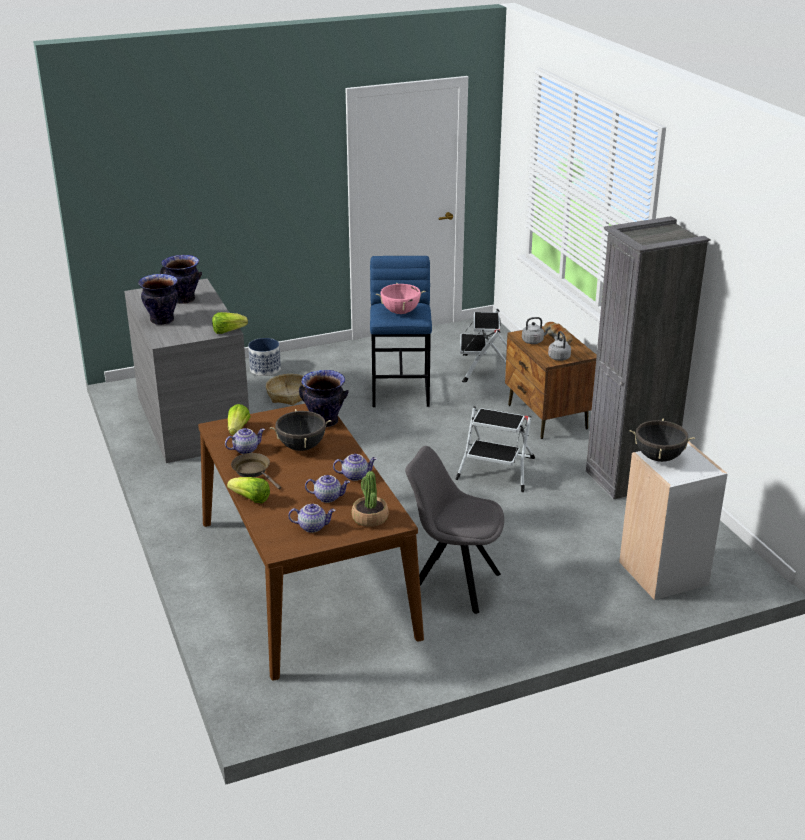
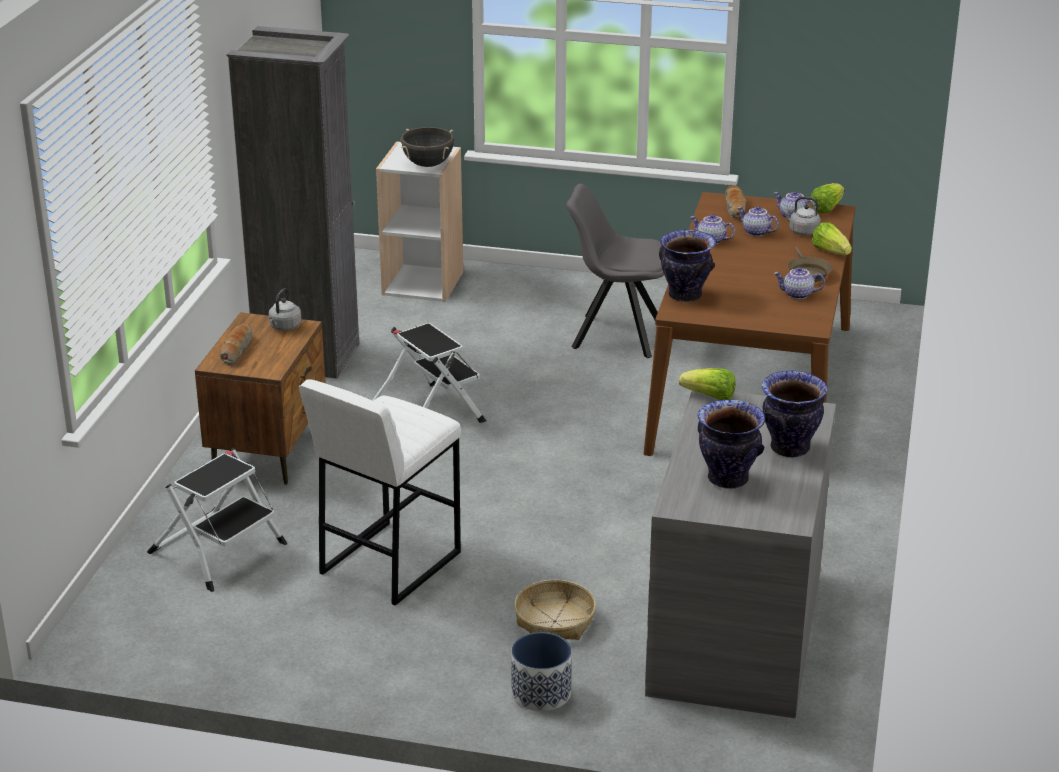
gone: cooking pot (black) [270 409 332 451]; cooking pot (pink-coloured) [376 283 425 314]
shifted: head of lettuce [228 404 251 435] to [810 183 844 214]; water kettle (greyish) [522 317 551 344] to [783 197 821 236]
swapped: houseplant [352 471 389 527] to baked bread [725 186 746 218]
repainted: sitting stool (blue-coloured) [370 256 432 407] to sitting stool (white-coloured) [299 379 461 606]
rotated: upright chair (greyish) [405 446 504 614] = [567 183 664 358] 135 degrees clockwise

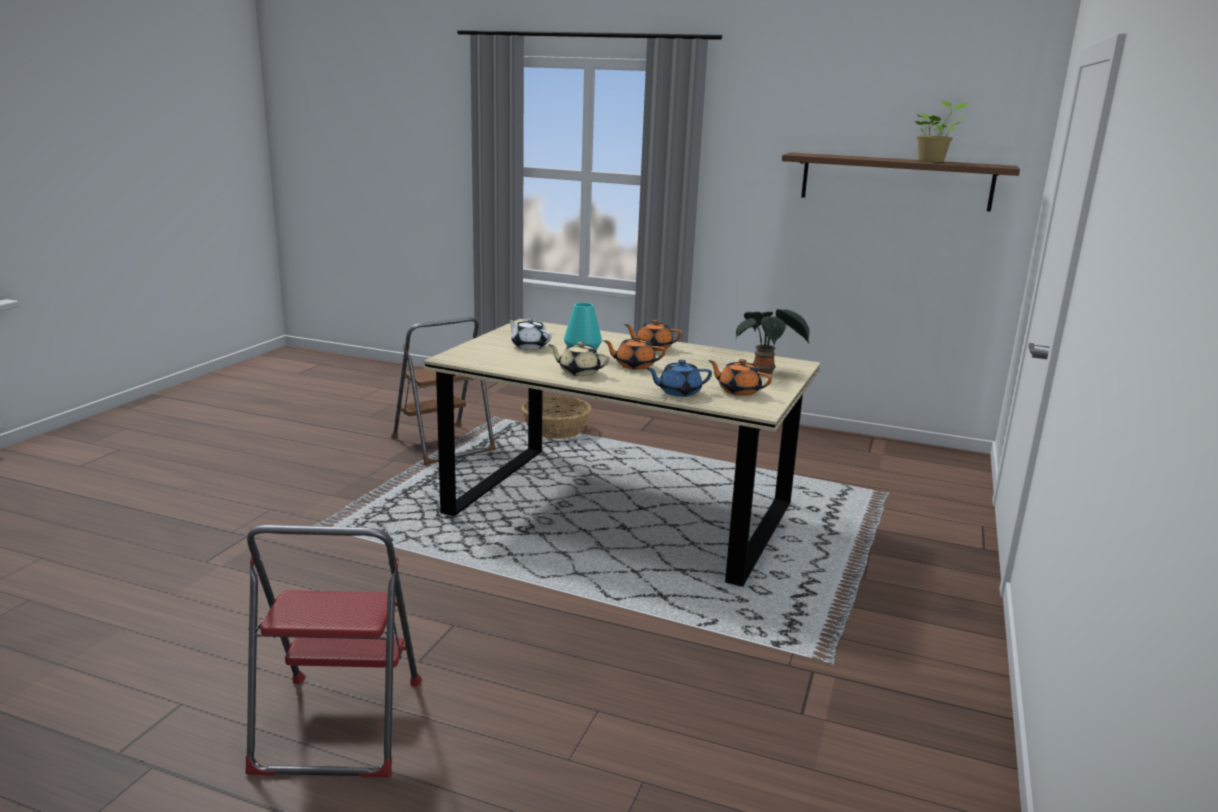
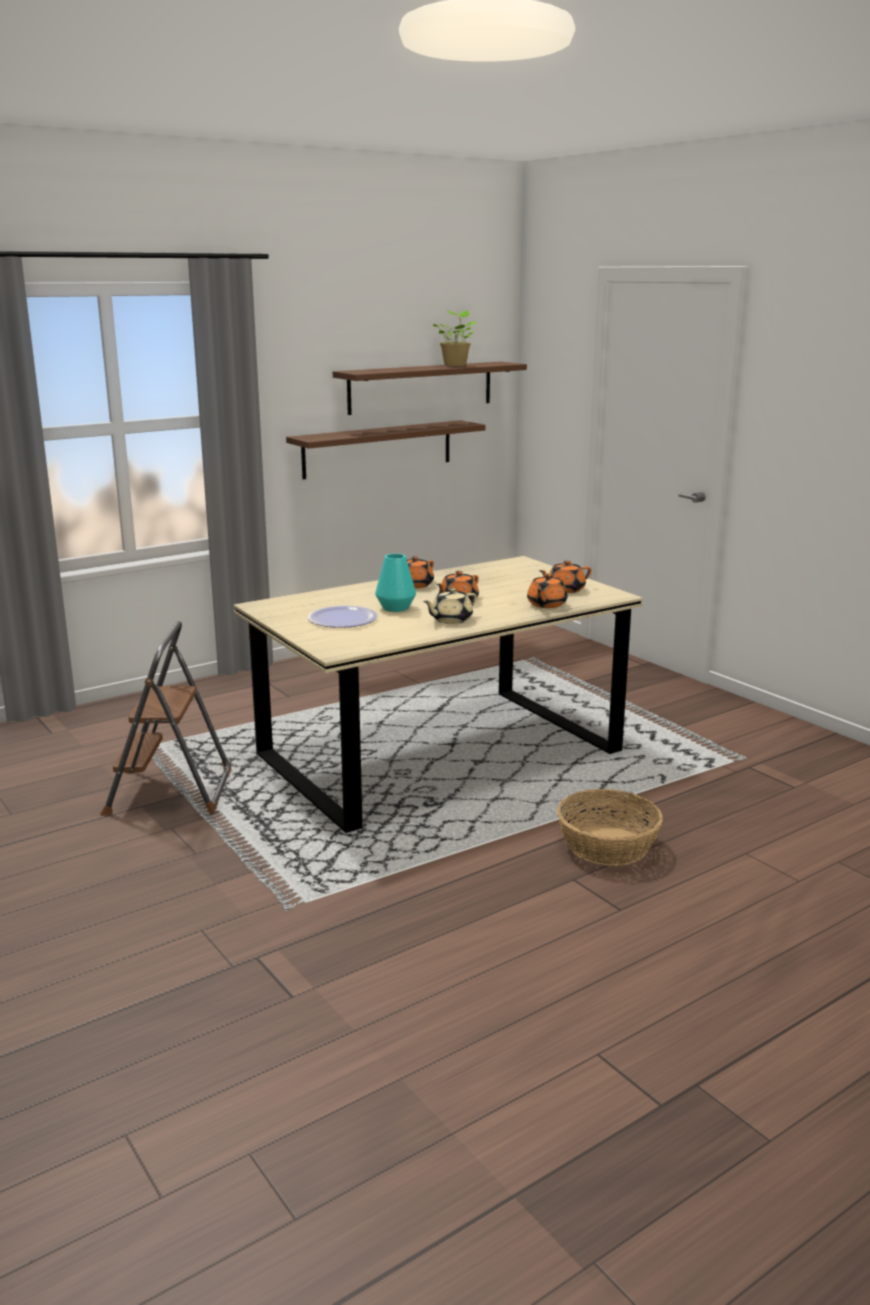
gone: step ladder (reddish) [245 525 422 778]; houseplant [735 309 810 374]
new: bracket shelf (brownish) [286 420 486 479]
shifted: storage basket [522 395 591 439] to [557 789 663 866]
swapped: pot for tea (white-coloured) [508 318 552 350] to plate [308 606 378 628]
repainted: pot for tea (blue-coloured) [646 360 712 397] to pot for tea (orange-coloured) [527 574 567 608]

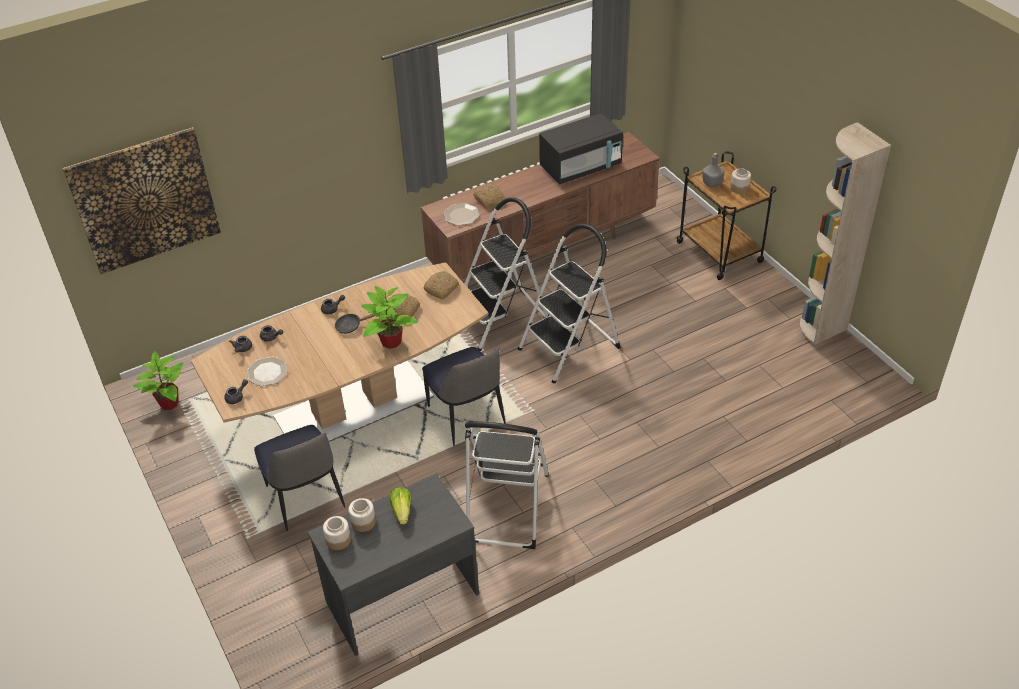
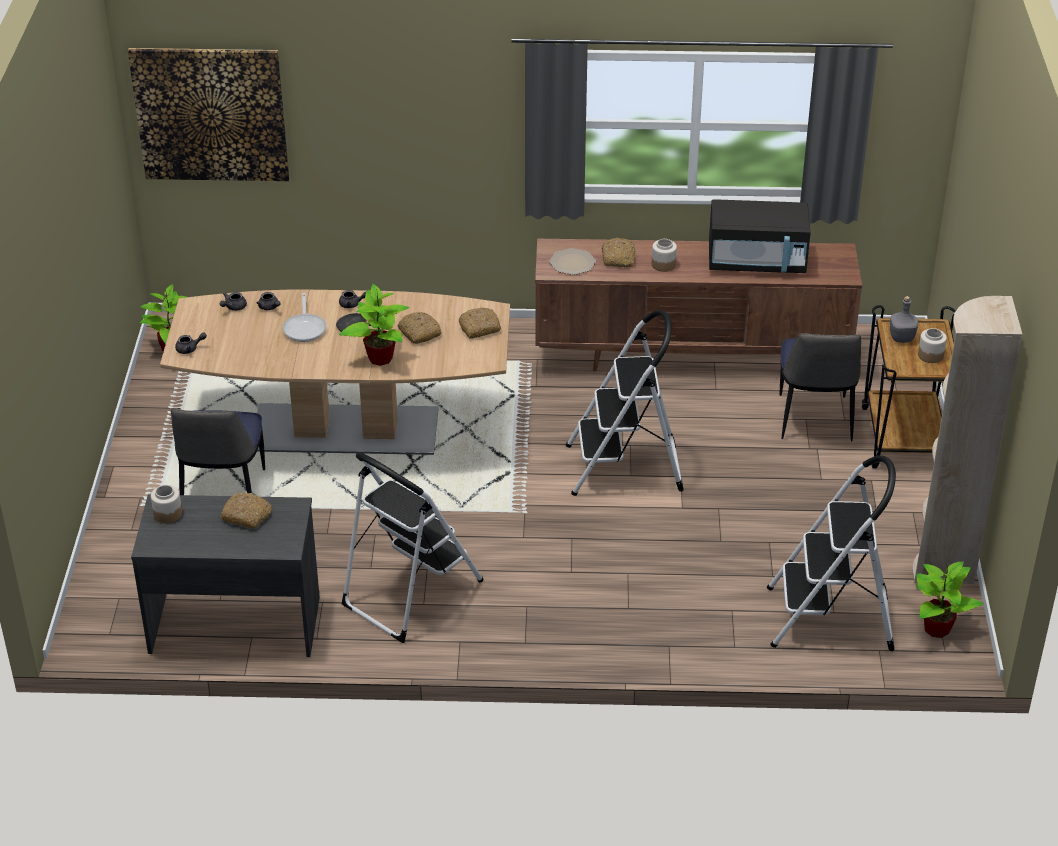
gone: plate [247 356 288 386]
new: pan [282 293 326 342]; houseplant [916 561 984 638]
shifted: storage jar [348 498 376 532] to [652 239 677 272]; upright chair [422 347 506 446] to [780 333 861 441]; step ladder [464 197 548 351] to [767 455 896 651]
swapped: head of lettuce [390 487 412 525] to baked bread [221 492 272 529]

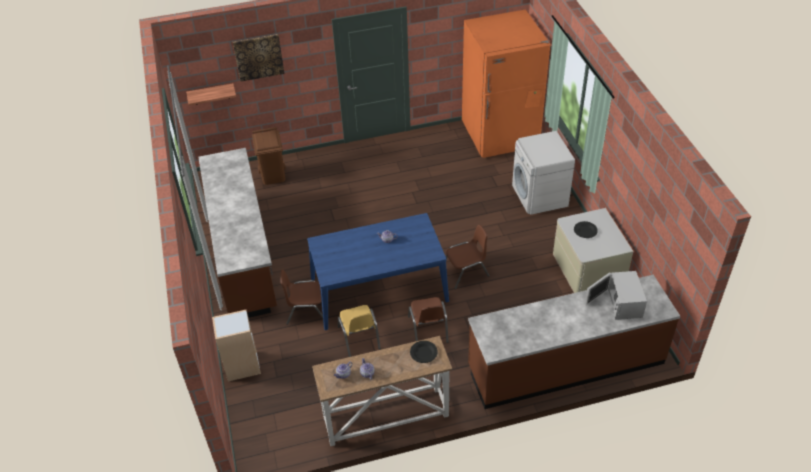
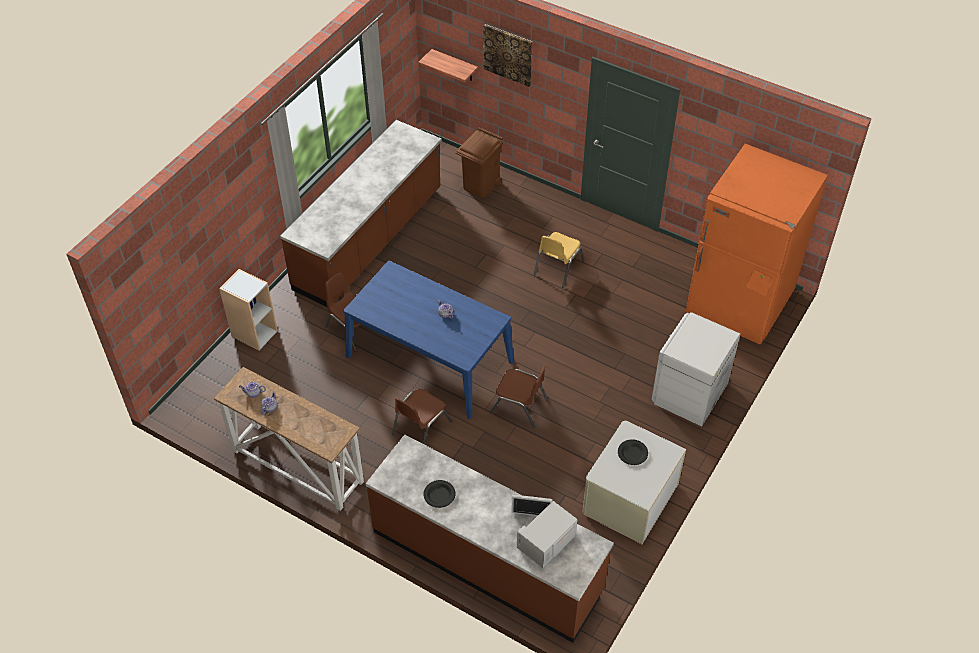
shifted: upright chair (yellowish) [338 305 381 357] to [533 232 584 288]; plate (black) [410 341 438 363] to [423 480 455 508]

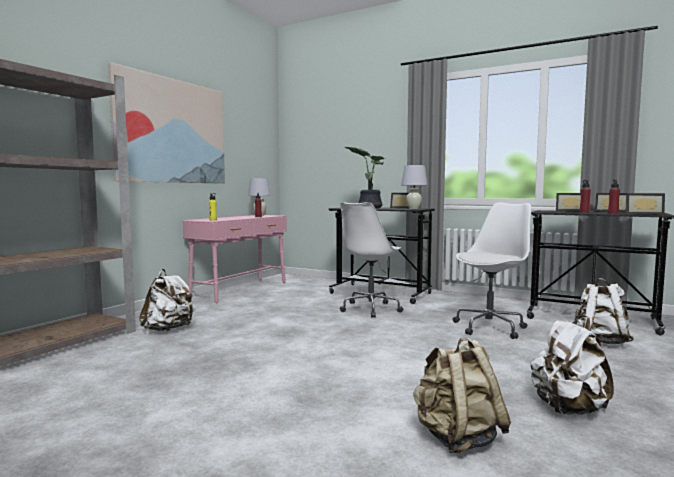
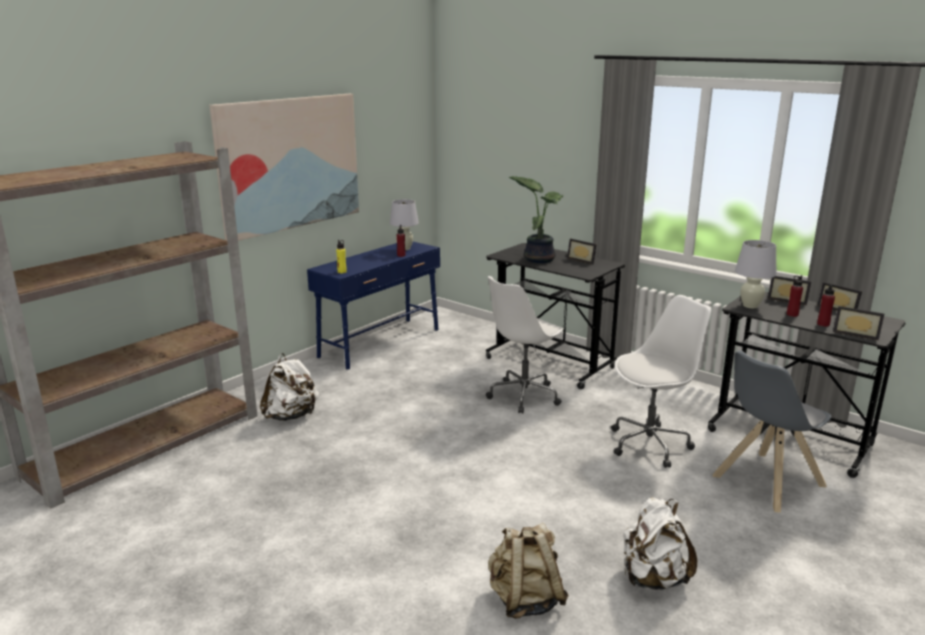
shifted: lamp for a table (white-coloured) [401 165 427 209] to [735 240 776 308]
swapped: knapsack (white-coloured) [574 278 634 344] to upright chair (greyish) [713 350 832 513]
repainted: hall table (pink-coloured) [183 215 287 303] to hall table (blue-coloured) [307 242 440 370]

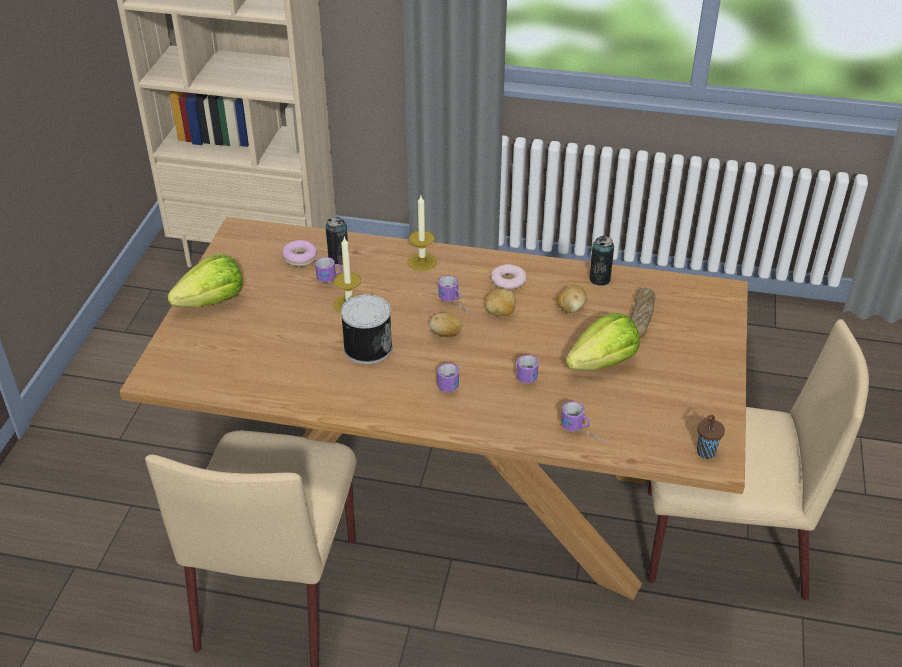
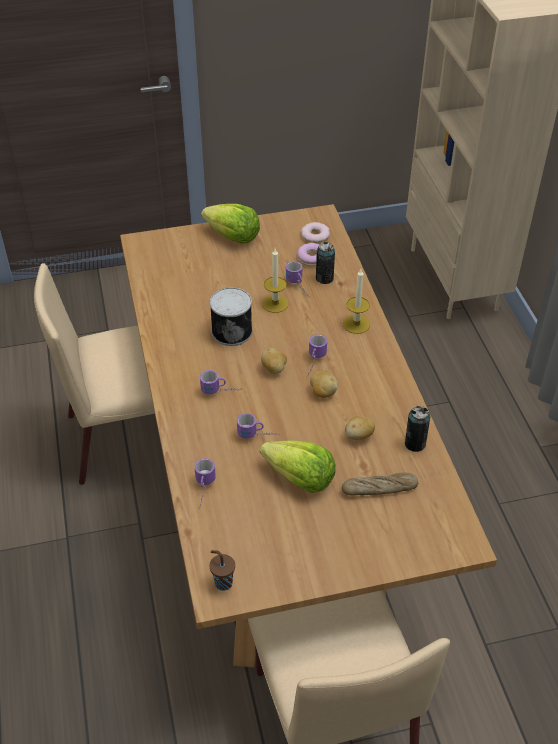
shifted: ring doughnut [491 264 527 290] to [301 222 330 243]

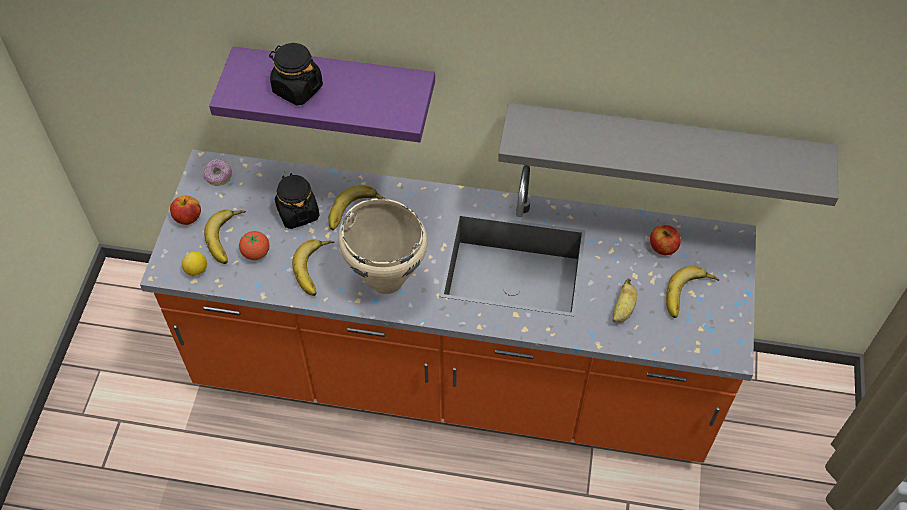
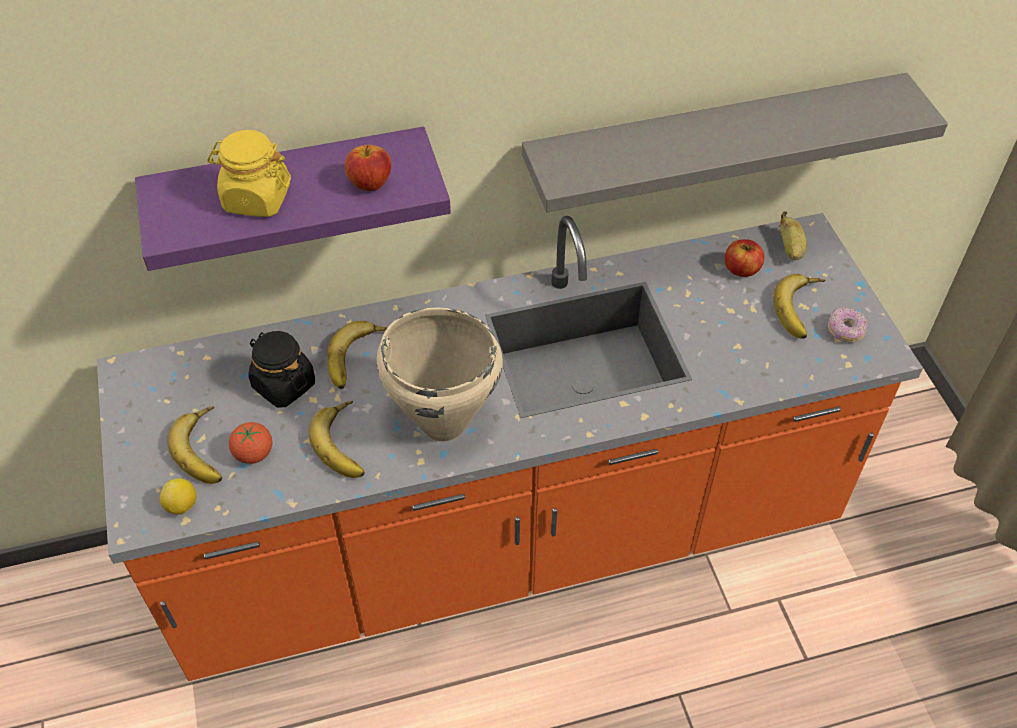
shifted: apple fruit [170 196 201 225] to [345 145 391 191]; ring doughnut [203 159 232 186] to [828 307 867 343]; banana fruit [613 278 637 322] to [780 211 807 260]
repainted: storage jar (black) [269 43 323 106] to storage jar (yellowish) [207 130 291 217]

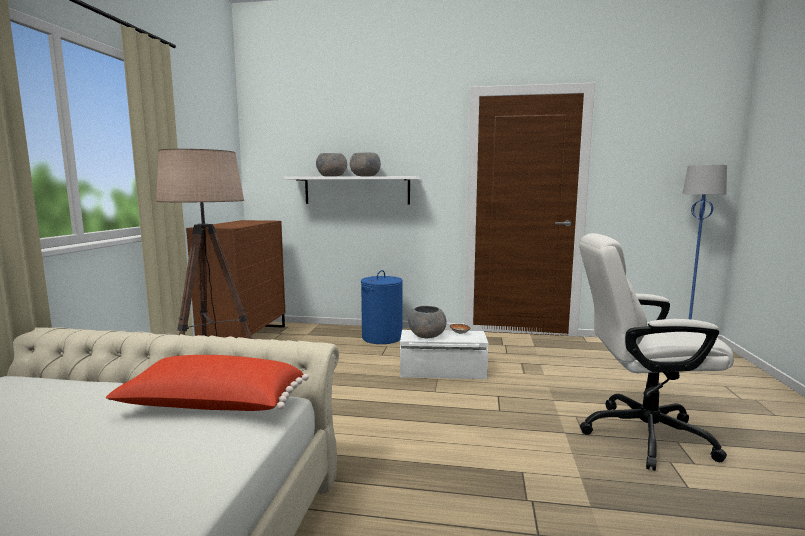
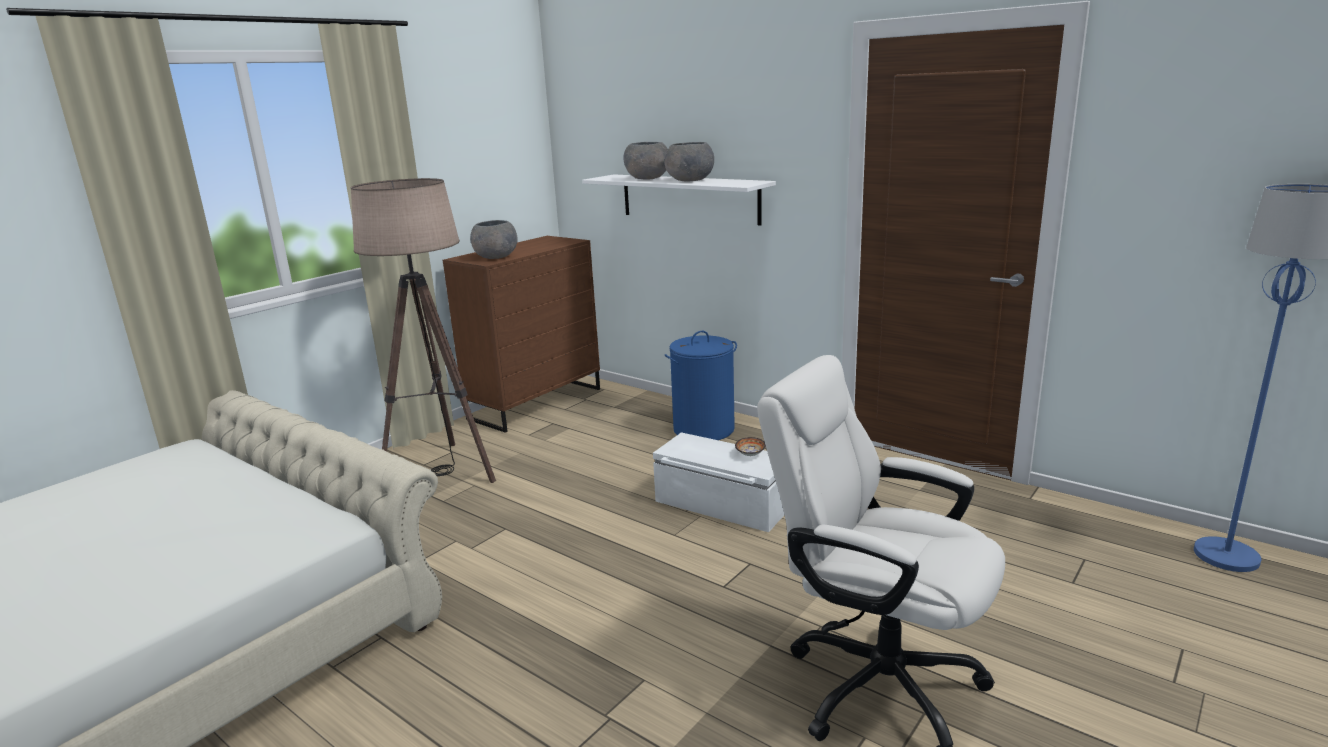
gone: throw pillow (reddish) [106 355 309 411]
shifted: serving bowl (greyish) [408 306 446 339] to [470 220 518 259]

